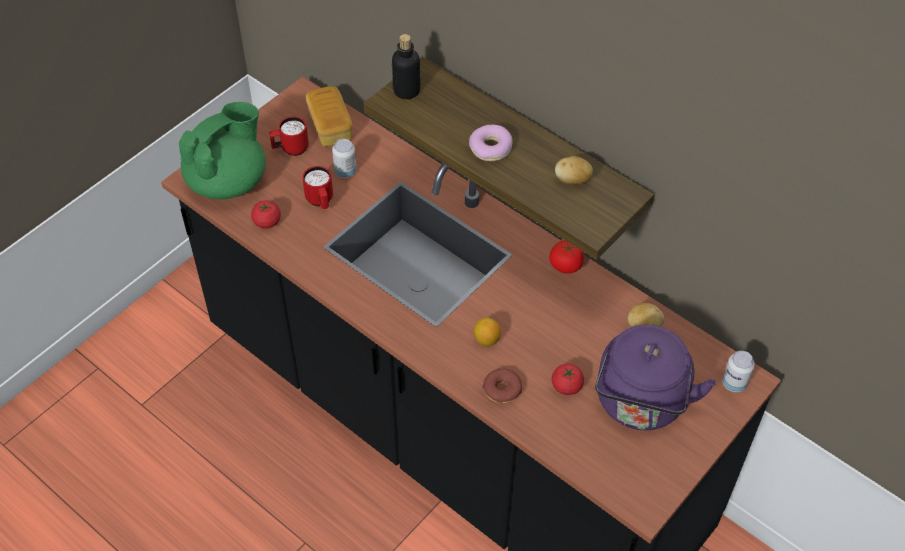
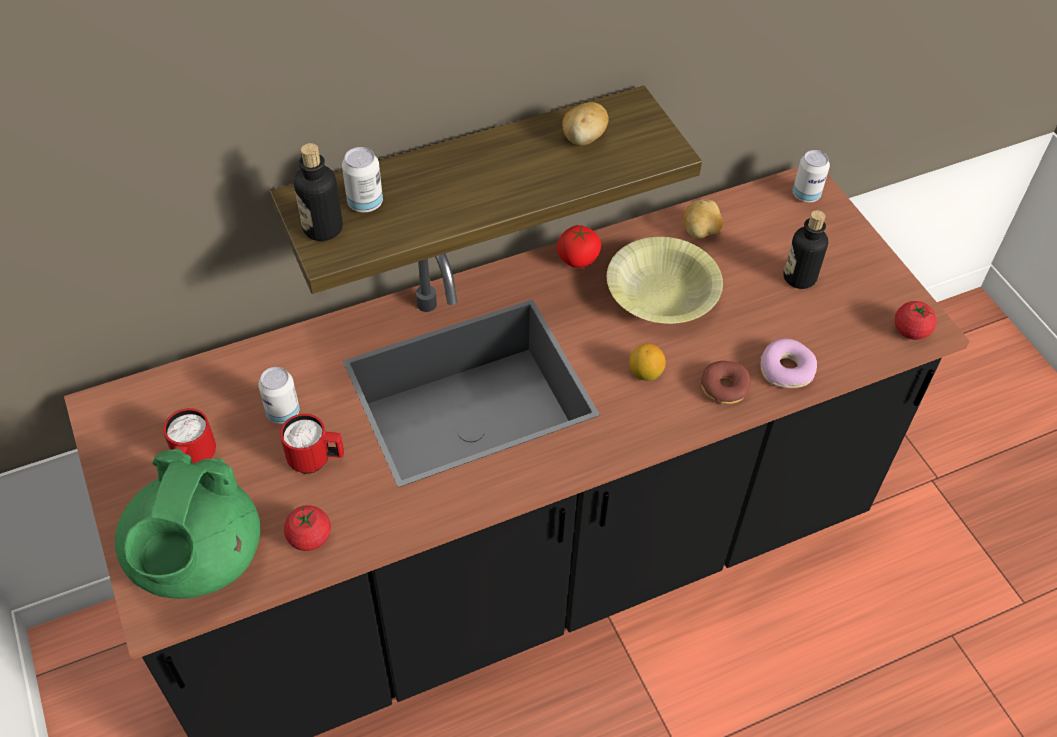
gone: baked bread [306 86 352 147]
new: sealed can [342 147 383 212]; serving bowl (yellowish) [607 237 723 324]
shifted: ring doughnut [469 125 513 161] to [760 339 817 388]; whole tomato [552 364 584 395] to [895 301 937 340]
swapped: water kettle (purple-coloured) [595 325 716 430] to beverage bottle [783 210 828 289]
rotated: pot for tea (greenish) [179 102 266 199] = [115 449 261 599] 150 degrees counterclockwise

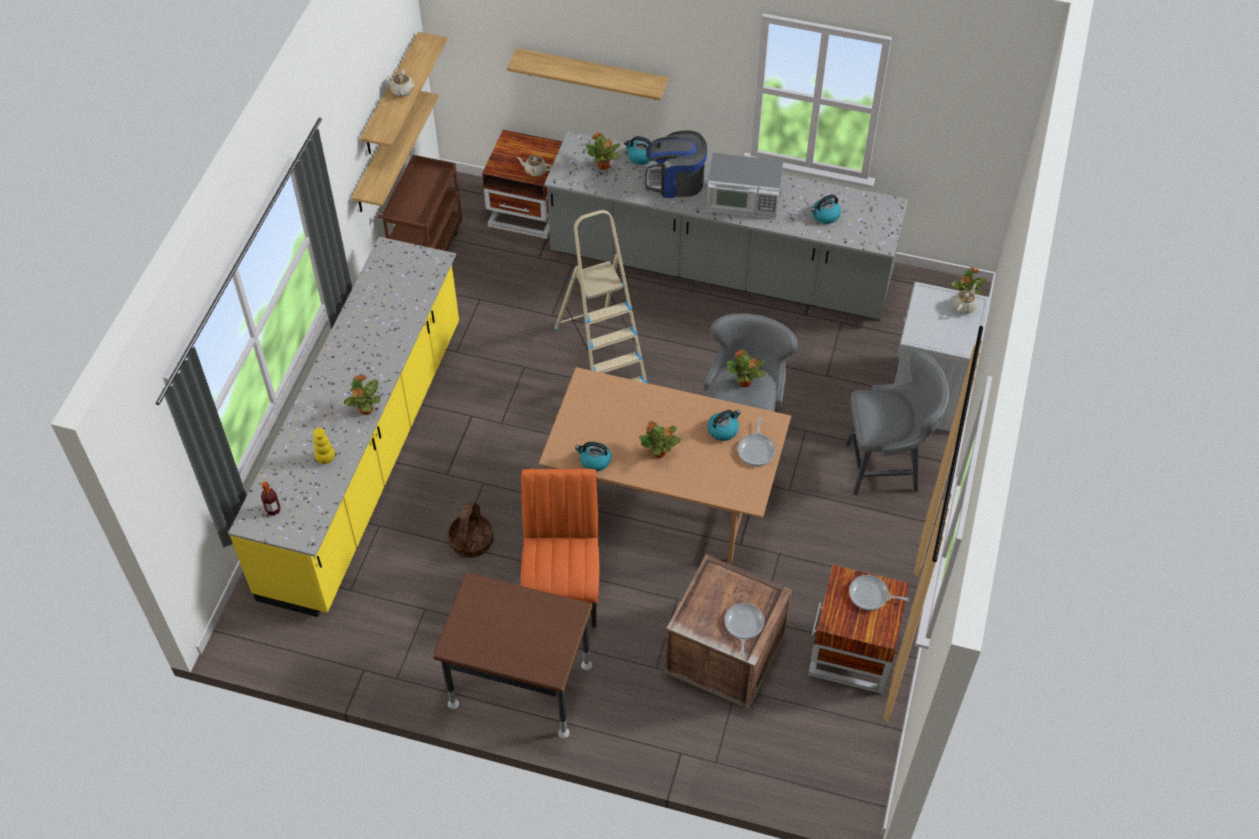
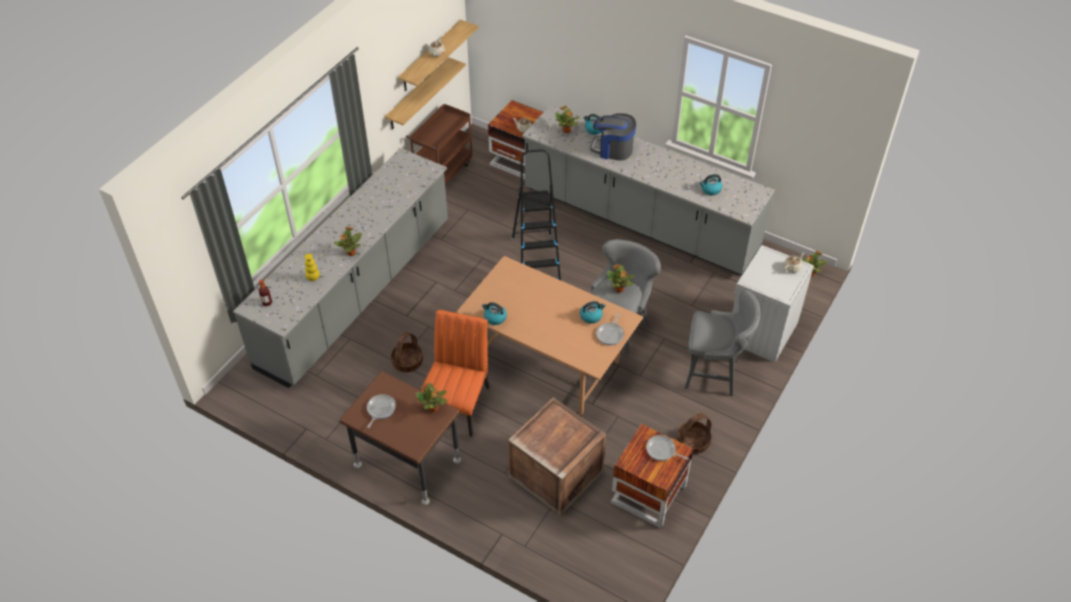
gone: bracket shelf [507 48 669 101]; microwave oven [706 153 783 219]
new: storage basket [677 413 712 454]
shifted: houseplant [639 421 681 458] to [416 383 447 413]; pan [724 603 764 656] to [367 394 396 428]
repainted: kitchen counter (yellowish) [228 237 459 617] to kitchen counter (greyish) [233 148 448 388]; step ladder (beige) [554 210 648 383] to step ladder (black) [512 149 561 280]

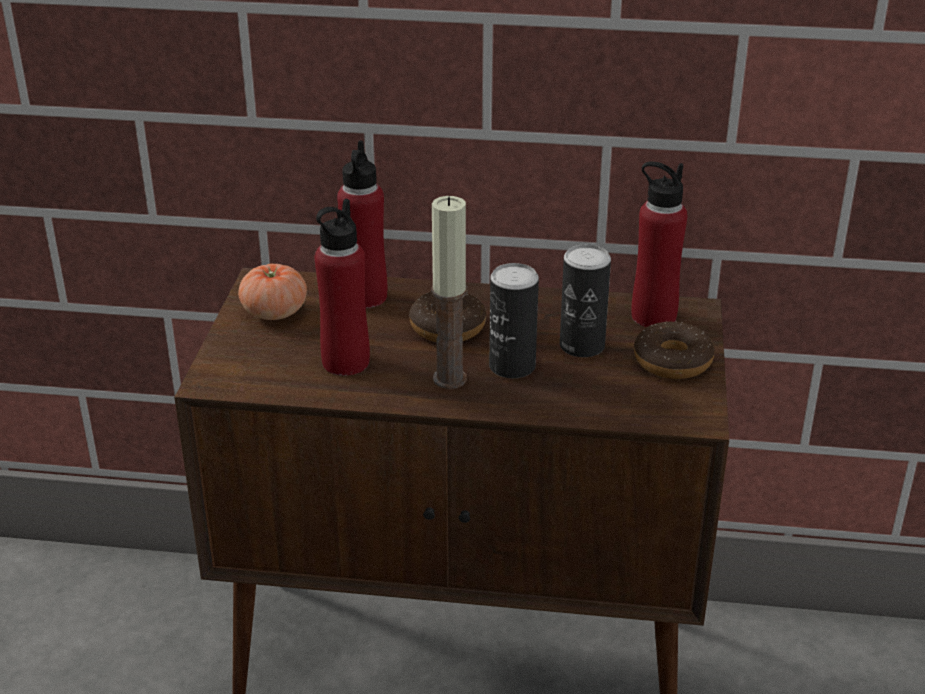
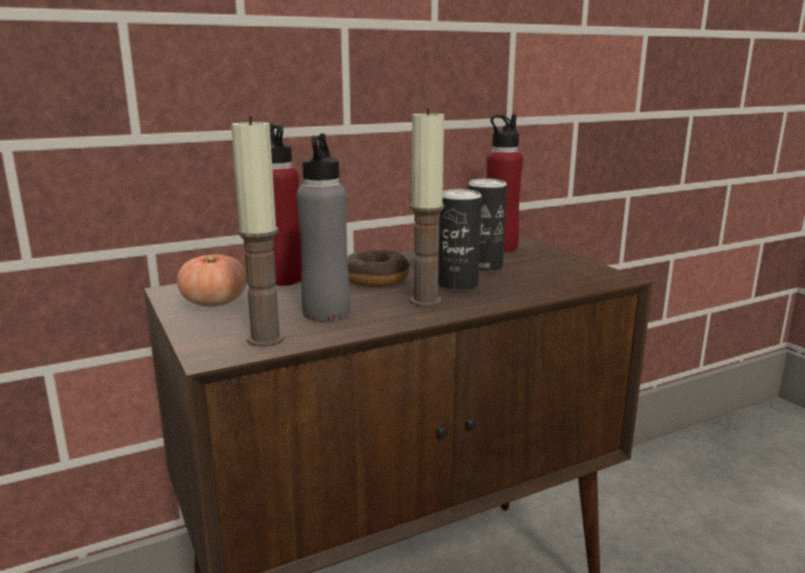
gone: ring doughnut [634 321 715 379]
new: wax candle [231 116 284 347]
repainted: beverage bottle (reddish) [315 199 370 376] to beverage bottle (greyish) [297 134 350 321]

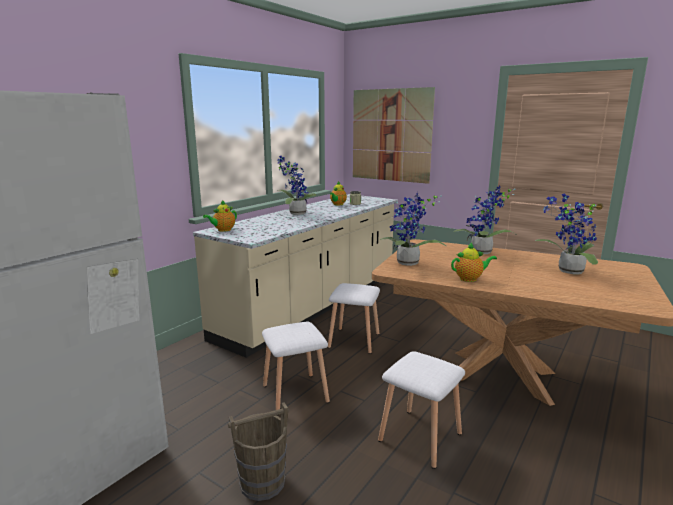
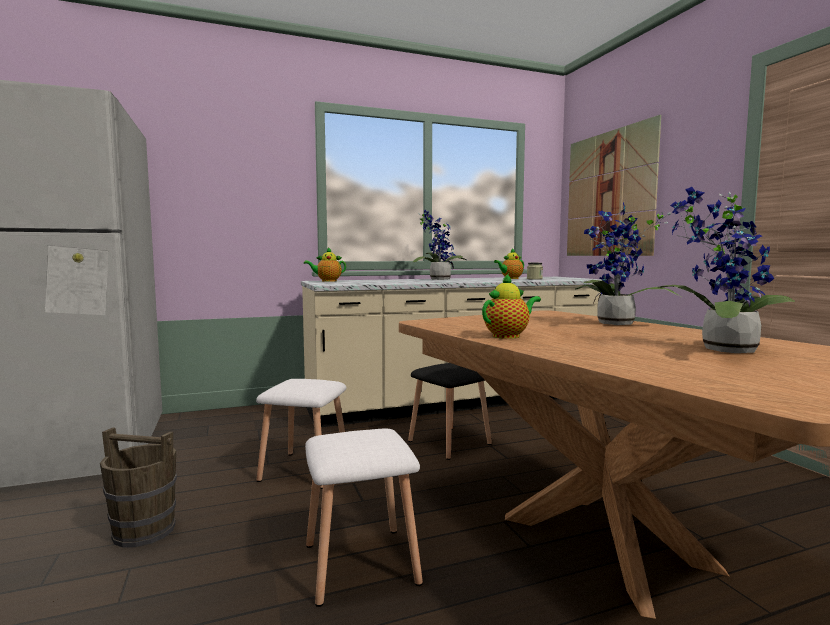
gone: houseplant [380 192 446 266]
repainted: sitting stool (white-coloured) [328 283 380 354] to sitting stool (black) [408 363 492 460]
rotated: pot for tea [451 243 497 282] = [482 273 541 339] 60 degrees counterclockwise

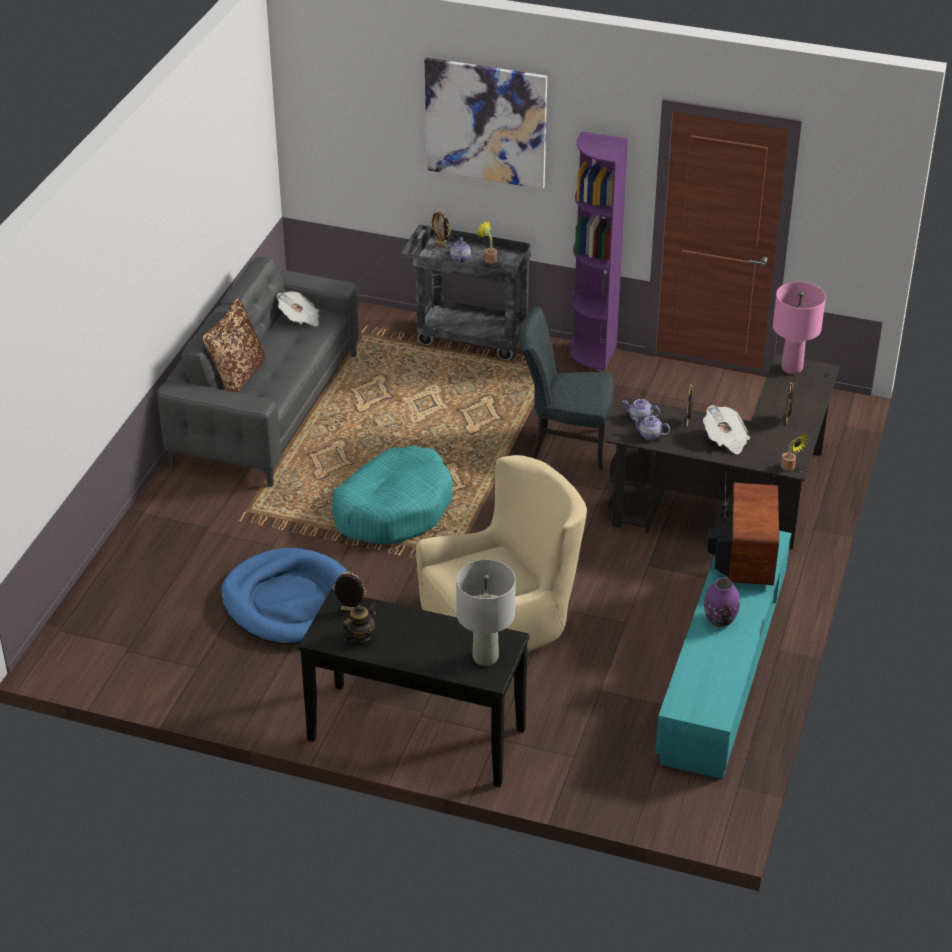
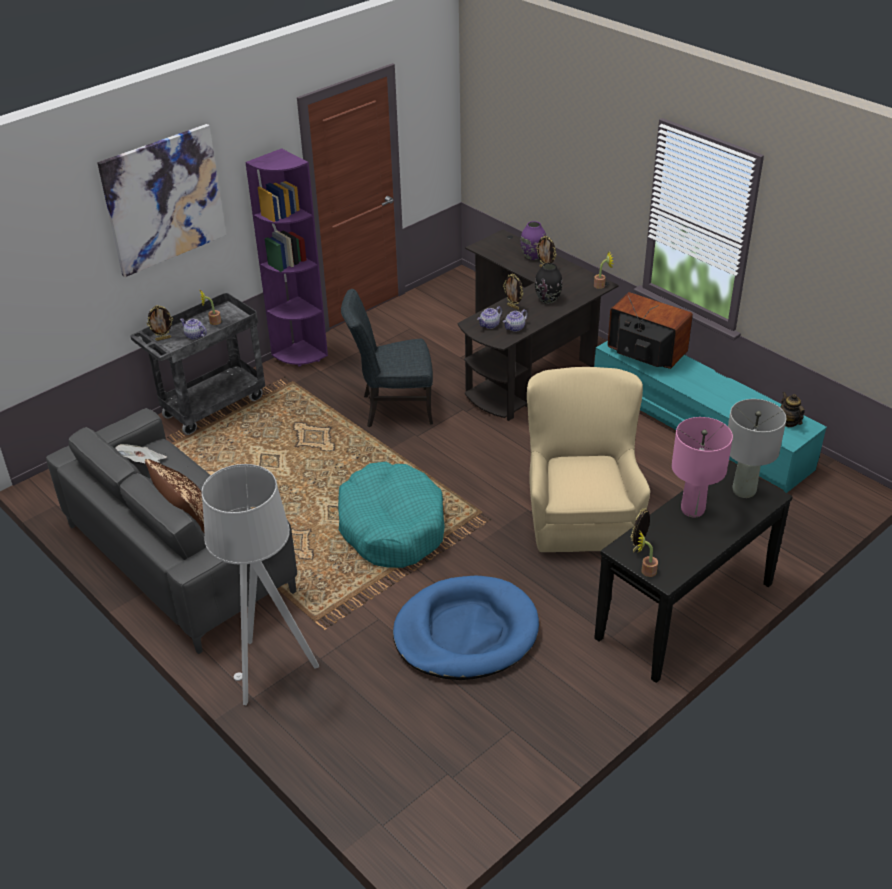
new: floor lamp (greyish) [201 464 319 705]; houseplant [637 529 658 577]
shifted: pot for tea [342 603 377 644] to [780 392 805 427]; flower vase (purple-coloured) [704 578 740 627] to [521 221 546 260]; lamp for a table (pink-coloured) [773 282 826 374] to [672 417 733 517]
swapped: daily paper [703 405 750 454] to flower vase (black) [535 263 562 304]
rotated: upright chair (greyish) [518 307 614 471] = [341 289 433 427] 45 degrees clockwise

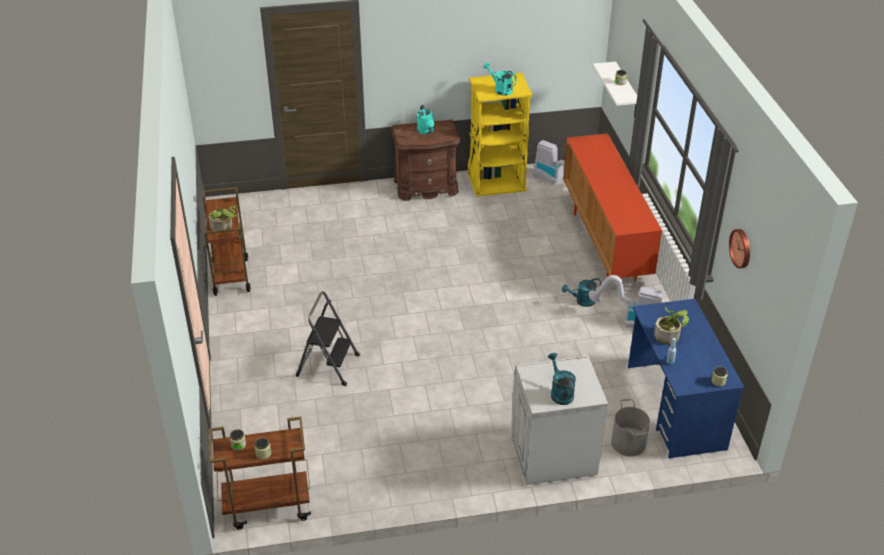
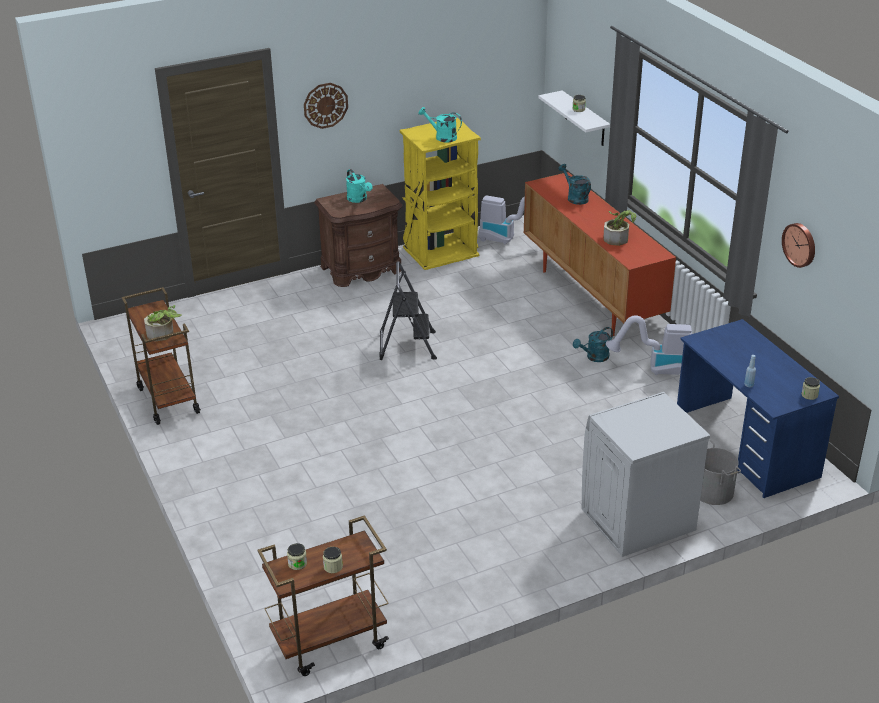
new: wall clock [304 83 348 129]
shifted: step ladder (black) [296 291 360 386] to [380 261 437 360]; watering can (turquoise) [548 353 576 405] to [559 164 591 205]; houseplant [654 307 689 345] to [603 210 636 246]

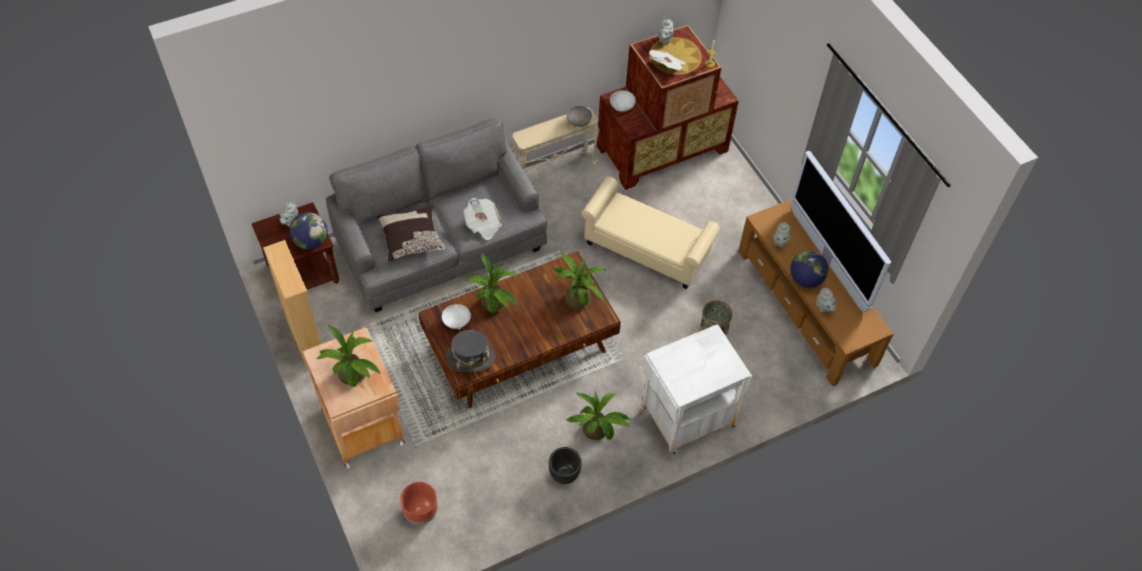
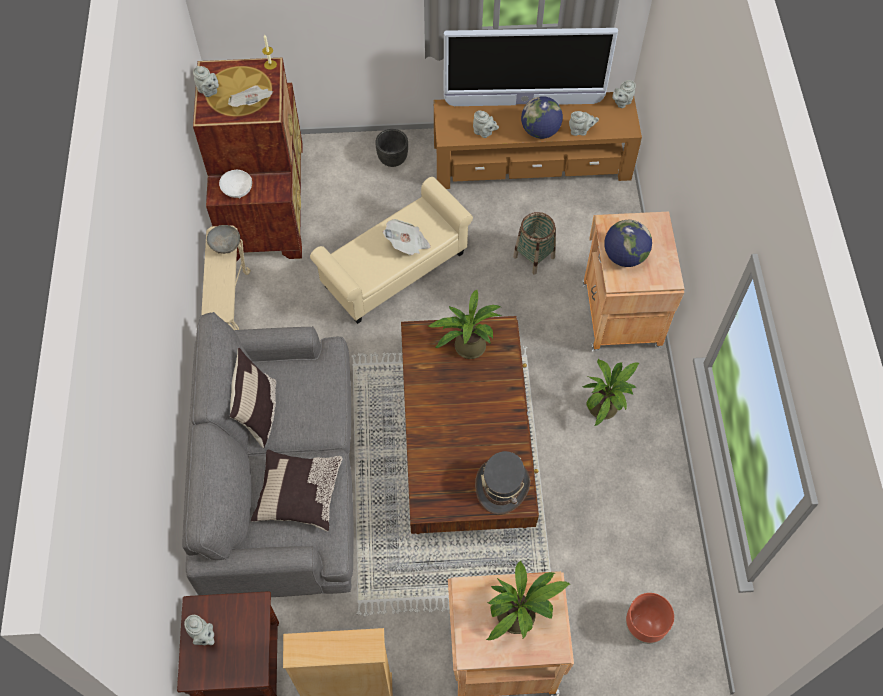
gone: serving bowl (white-coloured) [442 304 471 330]; houseplant [464 253 518 314]
new: throw pillow [230 348 276 448]; pot for tea (greyish) [612 80 636 108]
shifted: globe [289 212 328 250] to [604 220 652 267]; daily paper [464 198 502 240] to [383 219 431 255]; planter (black) [549 447 582 484] to [375 129 408 167]
repainted: trolley (white-coloured) [642 324 752 457] to trolley (brownish) [582 212 684 351]

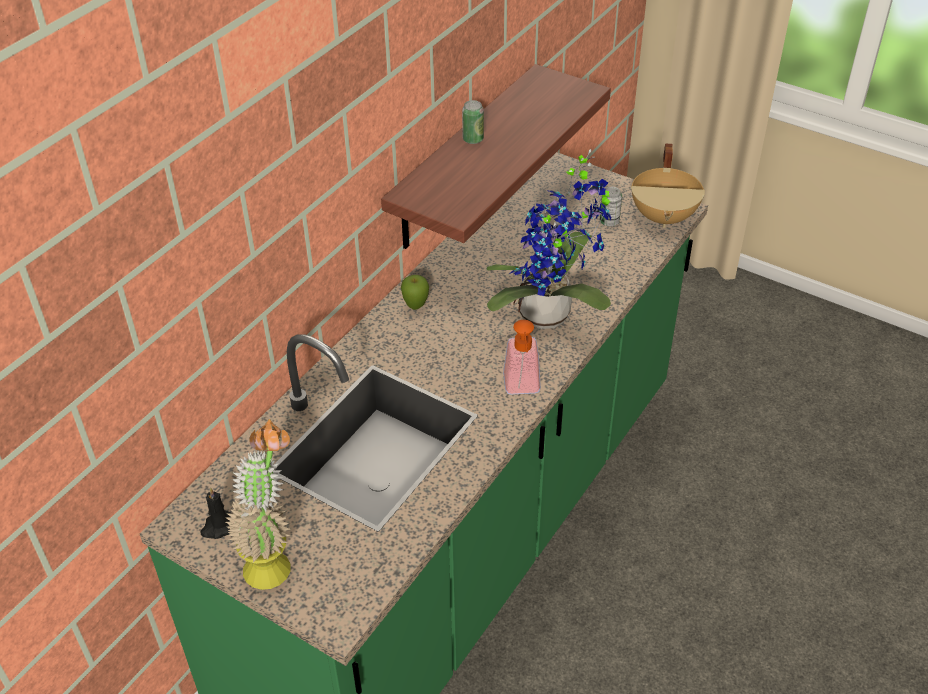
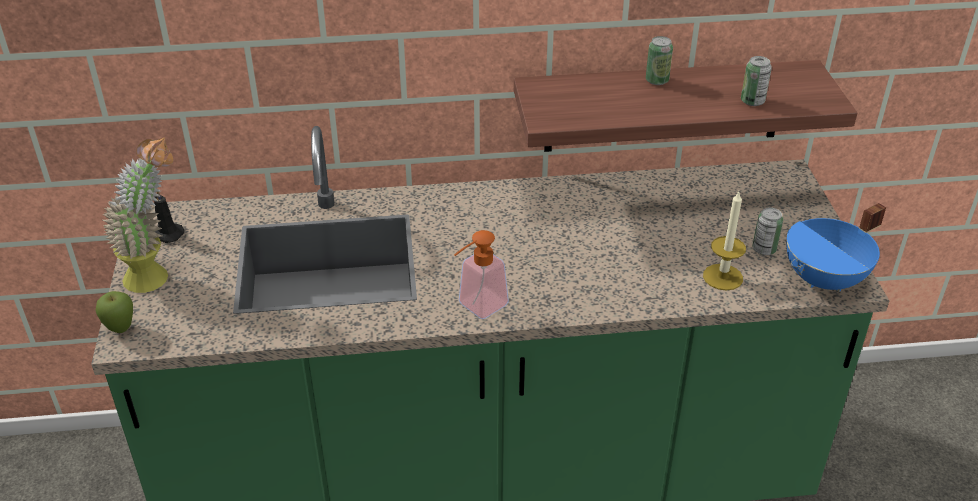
gone: houseplant [487 149 611 329]
new: wax candle [703 192 746 291]; sealed can [741 56 772 106]
shifted: apple fruit [401 275 429 310] to [95 291 133 333]
repainted: cooking pot (beige) [631 144 705 228] to cooking pot (blue-coloured) [786 203 886 292]

